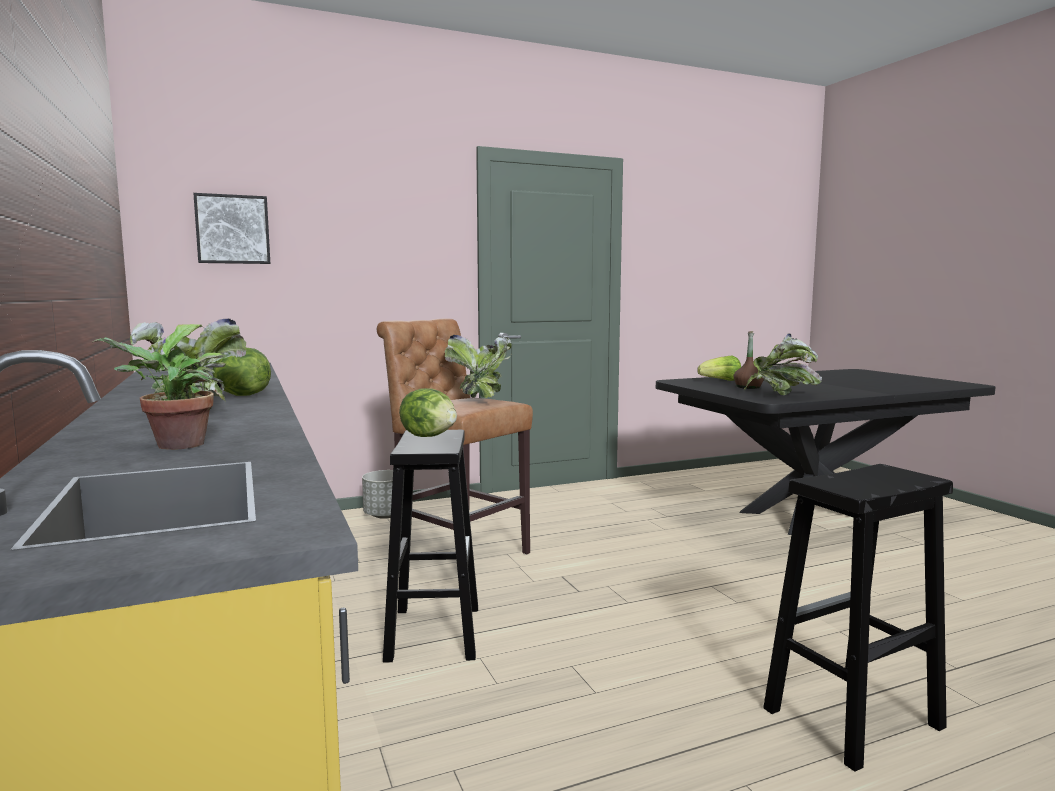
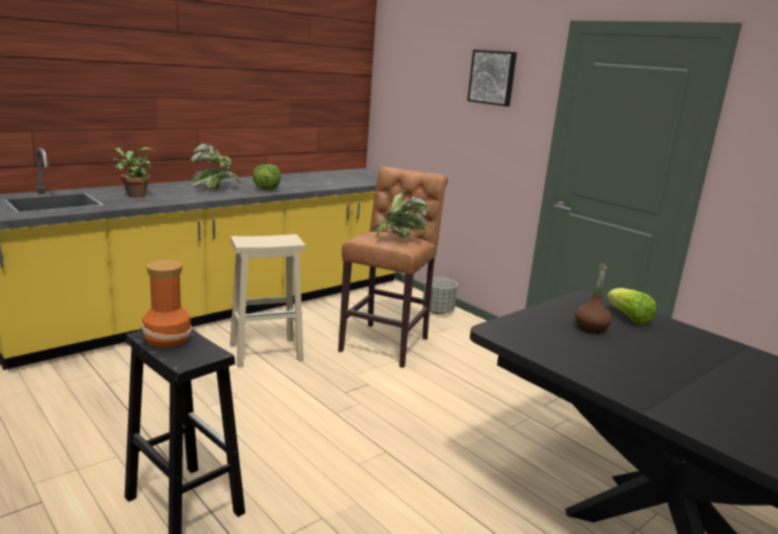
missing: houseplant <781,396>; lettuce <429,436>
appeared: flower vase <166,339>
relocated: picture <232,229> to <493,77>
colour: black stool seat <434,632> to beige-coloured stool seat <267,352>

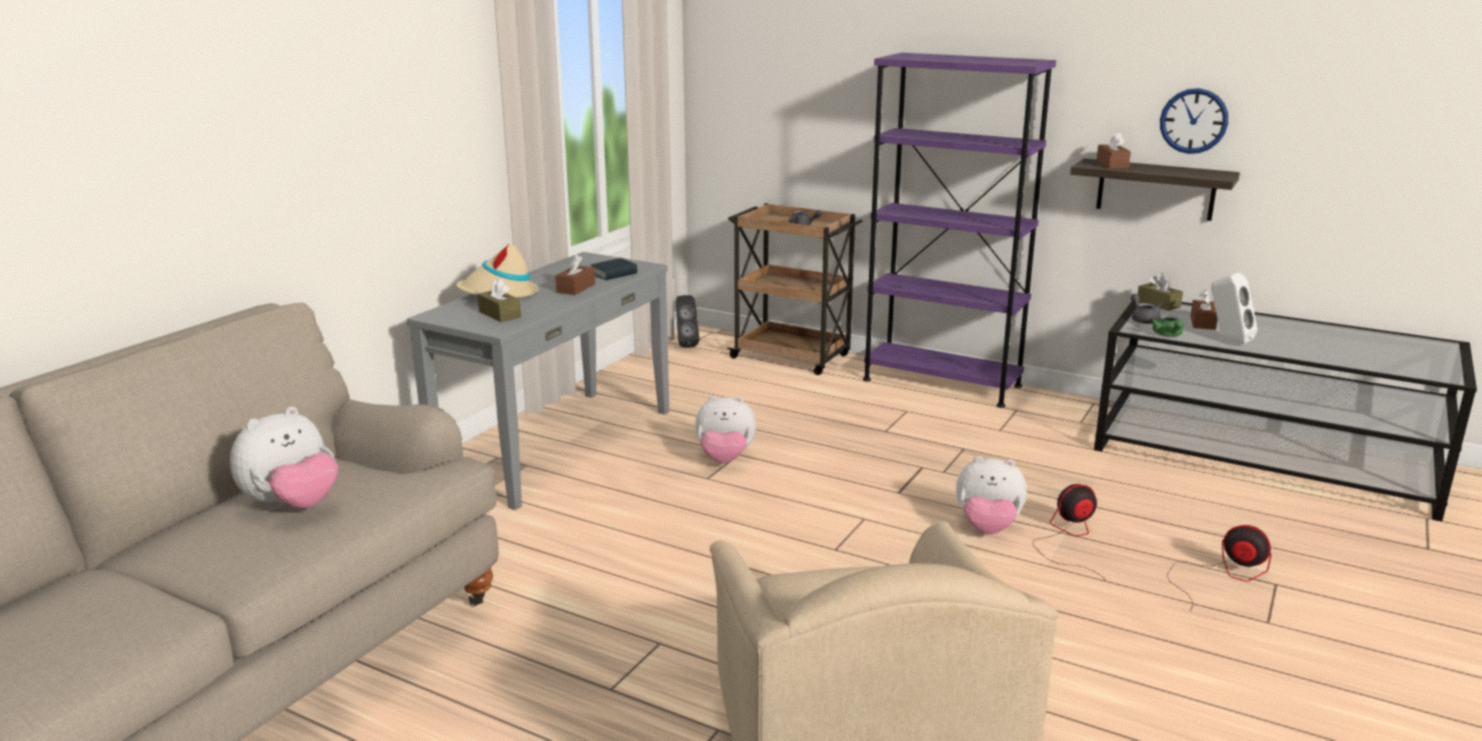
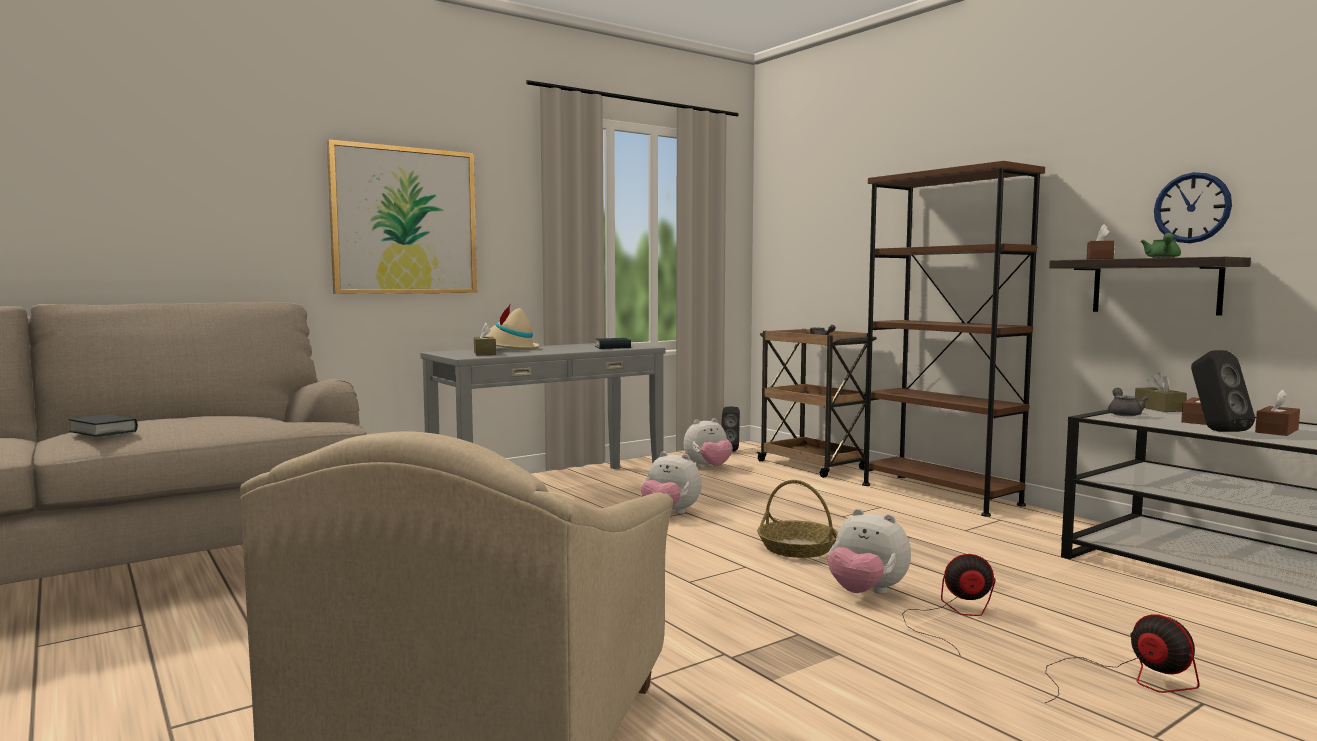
appeared: picture <405,221>; bound book <103,432>; basket <798,548>
relocated: brown-coloured tissue holder <576,288> to <1276,431>; greenish teapot <1168,335> to <1162,257>; soft toy <292,506> to <708,468>
colour: purplish bookshelf <941,383> to brown-coloured bookshelf <939,494>; white speaker <1227,340> to black speaker <1216,431>

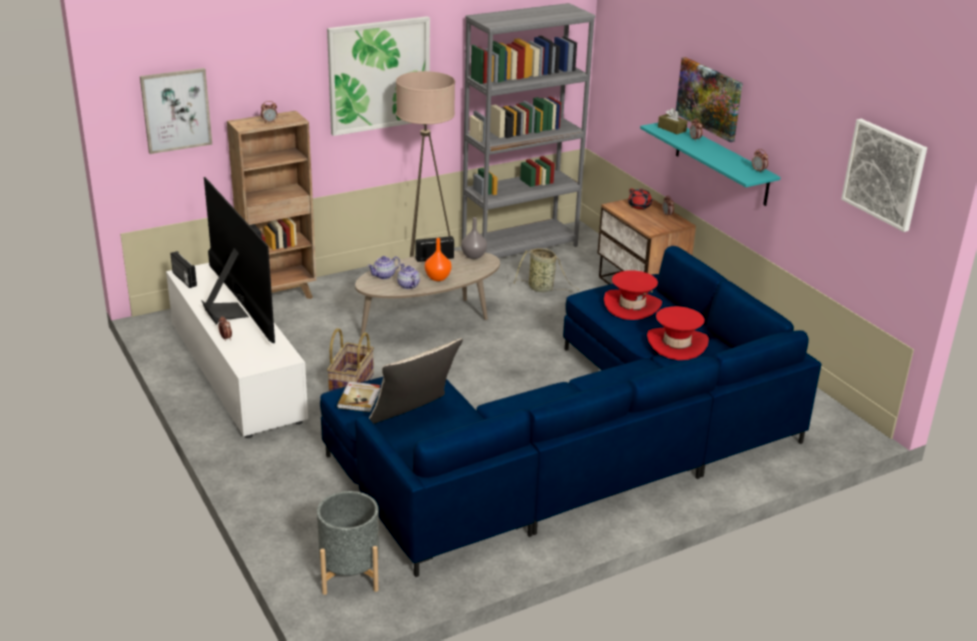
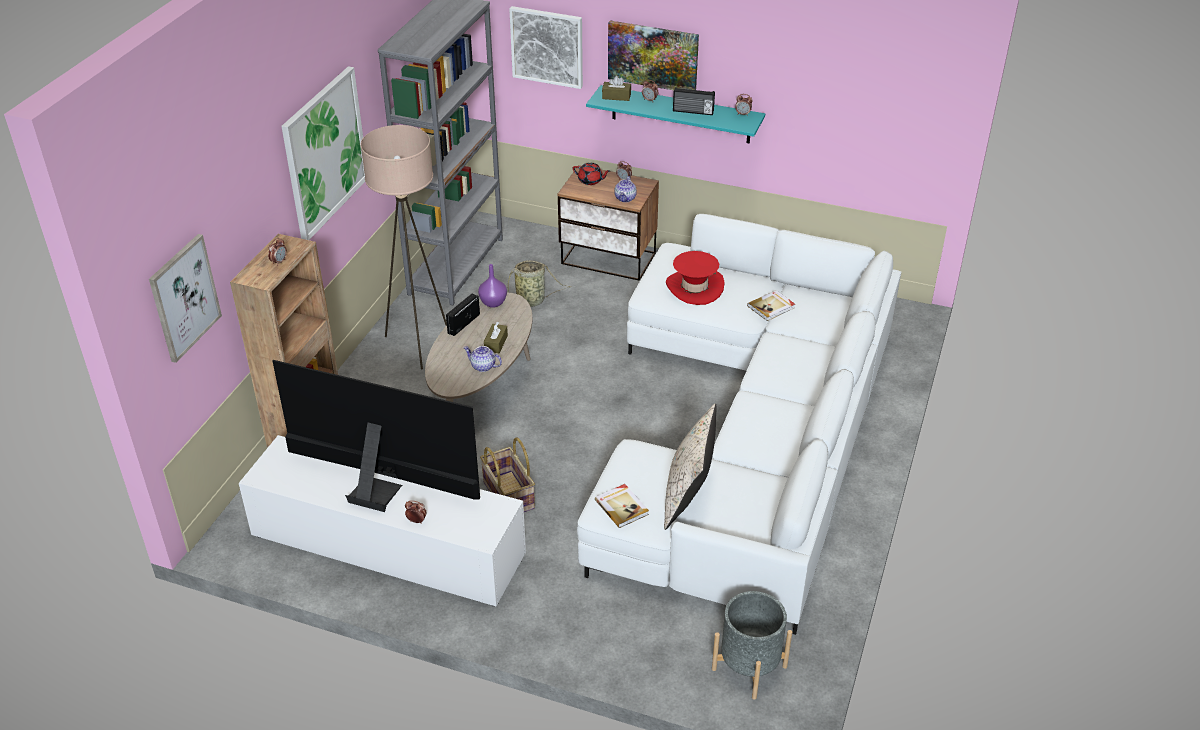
relocated: picture <884,174> to <547,46>; radio set <183,279> to <693,111>; teapot <384,276> to <625,198>
exchanged: orange-coloured flower vase <438,277> to brown-coloured tissue holder <496,343>; reddish clothing hat <676,344> to bound book <771,307>
colour: grey flower vase <473,256> to purplish flower vase <492,303>; blue couch <580,442> to white couch <750,435>

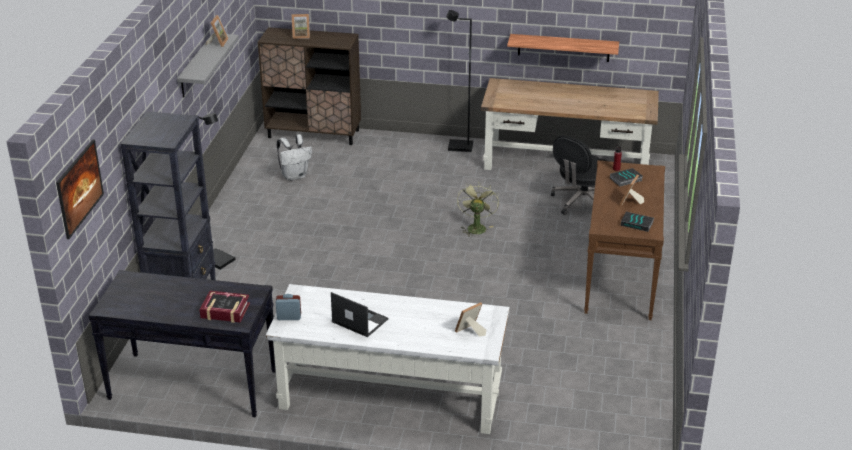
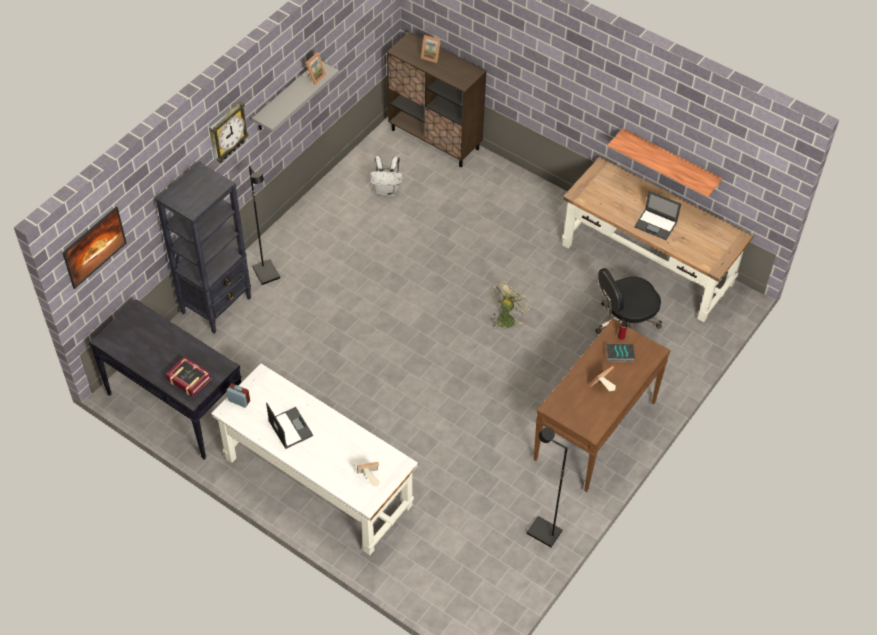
missing: bound book <637,223>
appeared: clock on the wall <227,132>; portable computer <656,224>
relocated: black standard lamp <460,147> to <543,533>

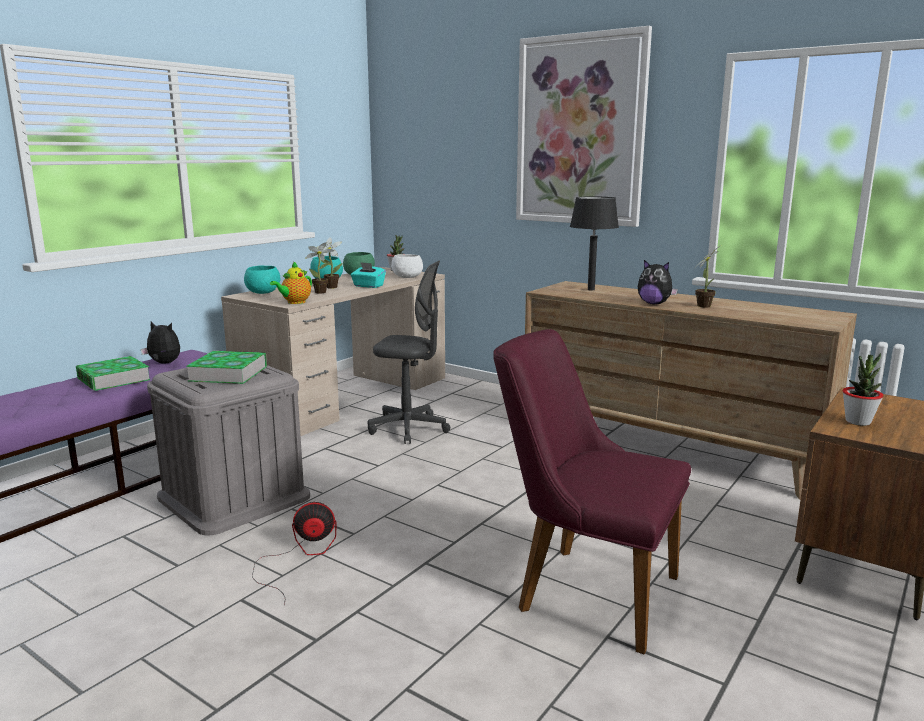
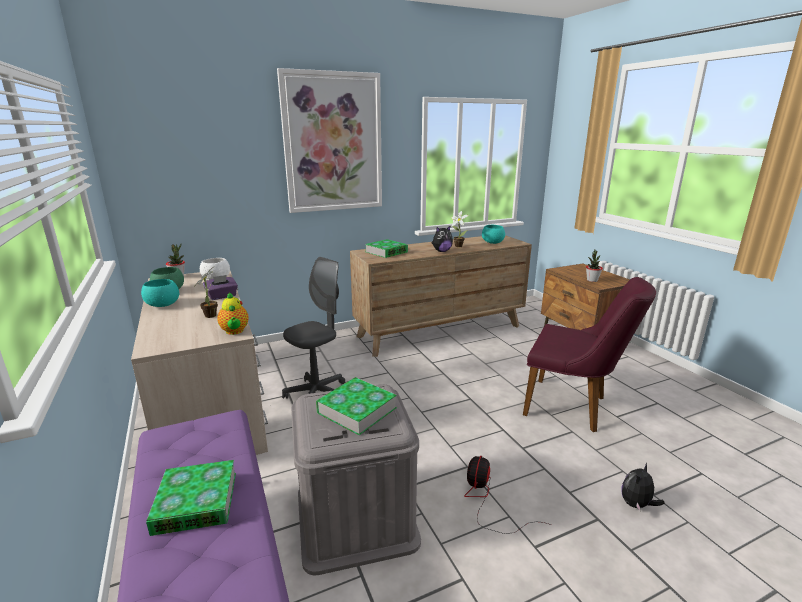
missing: houseplant <330,287>
relocated: blue-green deep dish <262,292> to <492,242>; soft toy <163,363> to <636,504>
exchanged: black lamp for a table <591,289> to bound book <386,252>
colour: blue-green tissue holder <368,286> to purplish tissue holder <222,296>
spun: purplish plain chair <584,589> = <573,407> 120 degrees counterclockwise

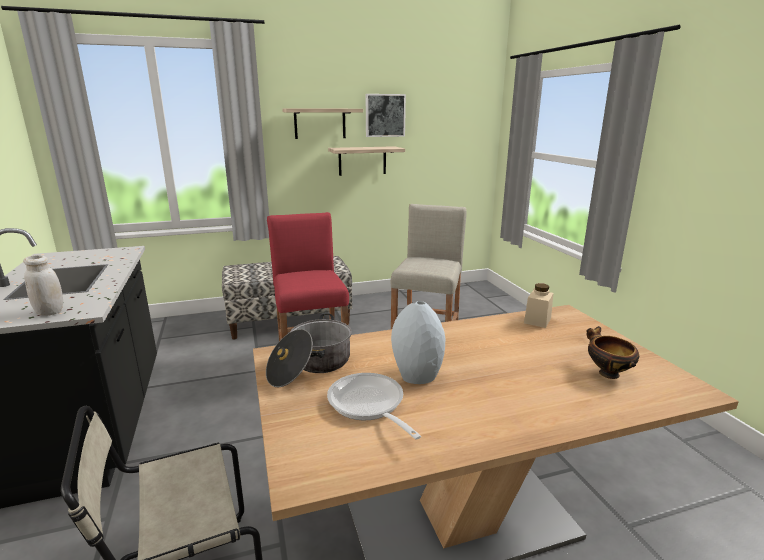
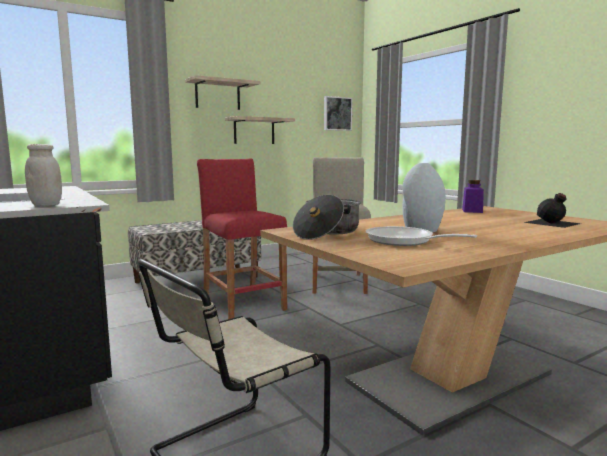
relocated: picture <384,115> to <337,113>
exchanged: deep dish <606,373> to black bottle <552,223>
colour: beige-coloured jar <537,320> to purplish jar <472,211>

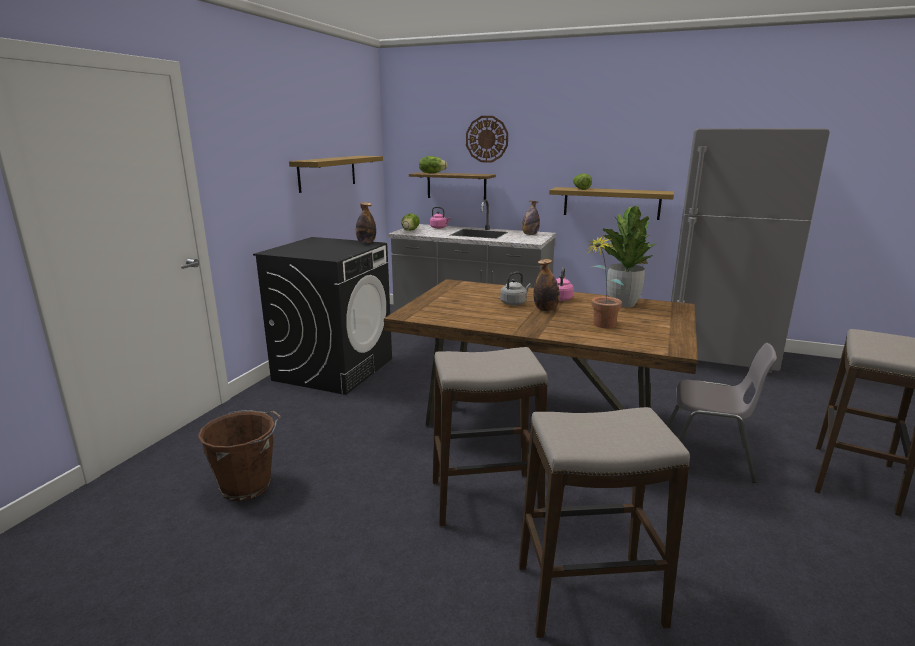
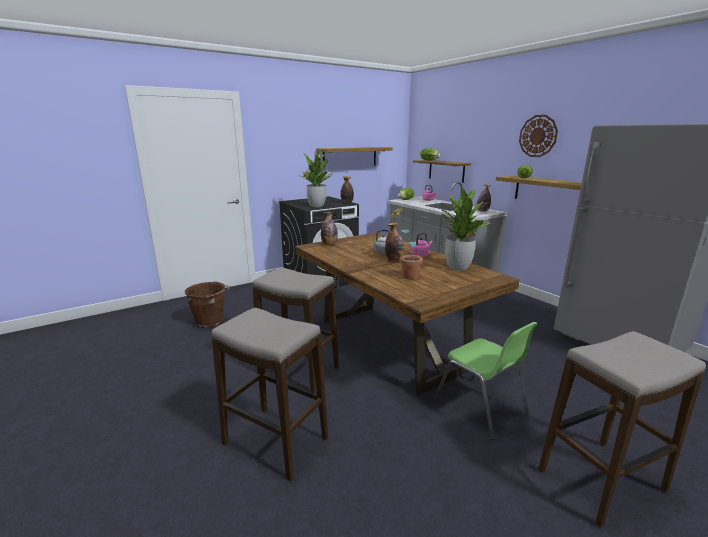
appeared: houseplant <316,206>; bottle <329,244>
relocated: clock on the wall <487,139> to <538,136>
colour: grey plain chair <707,457> to greenish plain chair <481,408>

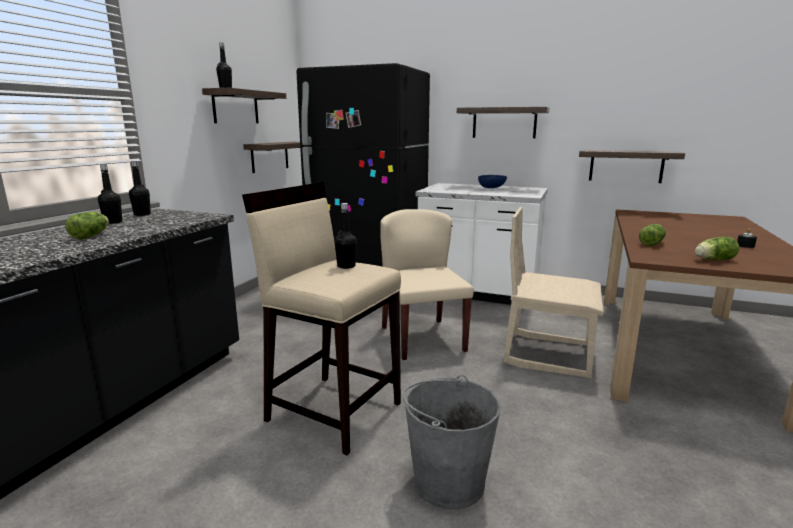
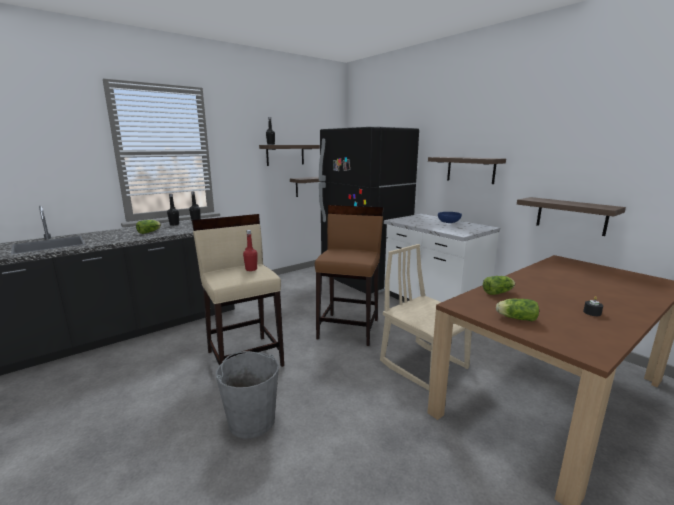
exchanged: beige-coloured plain chair <422,338> to brown-coloured stool seat <349,328>
colour: black bottle <346,266> to reddish bottle <251,269>

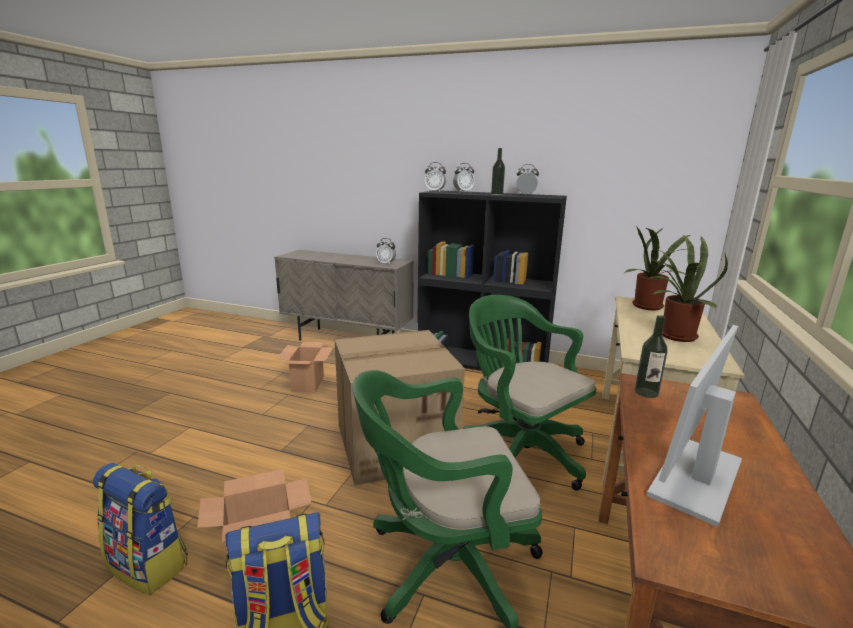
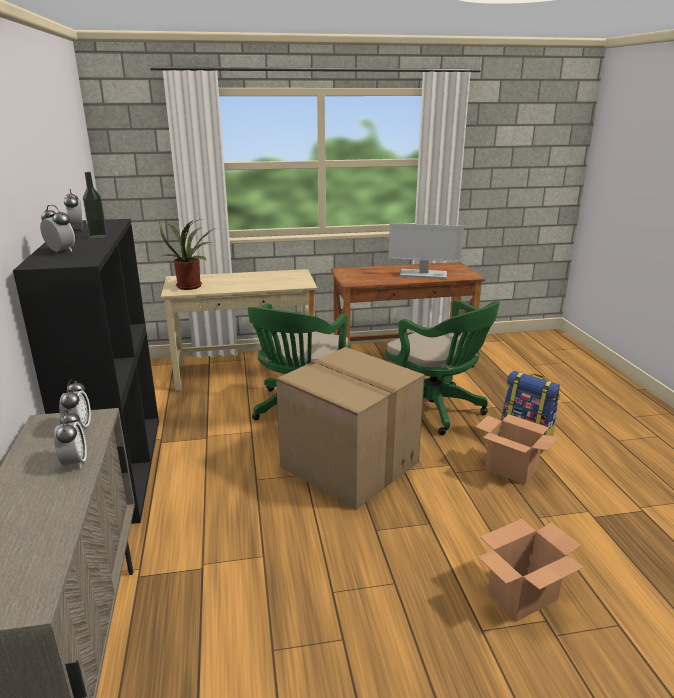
missing: houseplant <673,336>; bottle <646,392>; rucksack <149,564>
relocated: alarm clock <435,191> to <74,463>; carton <308,384> to <522,597>

